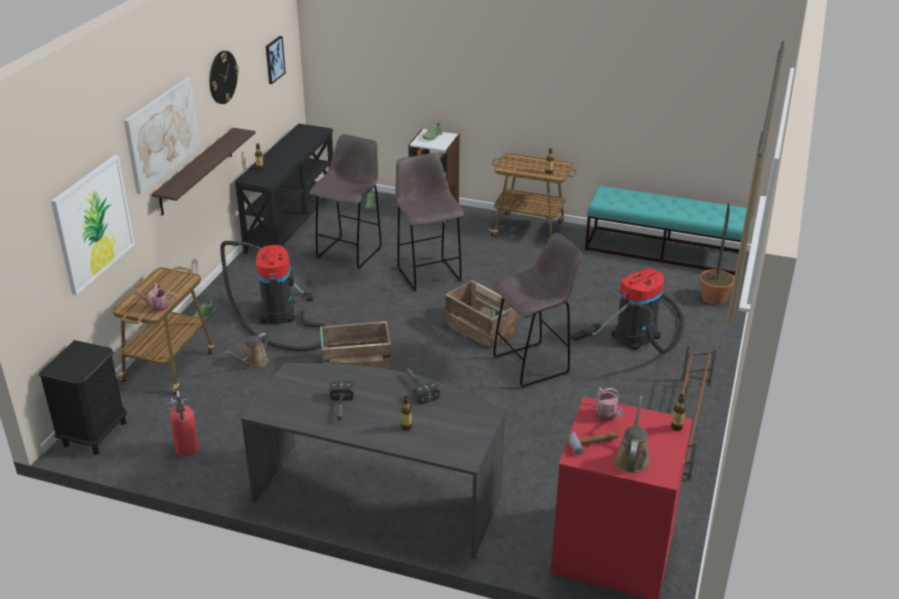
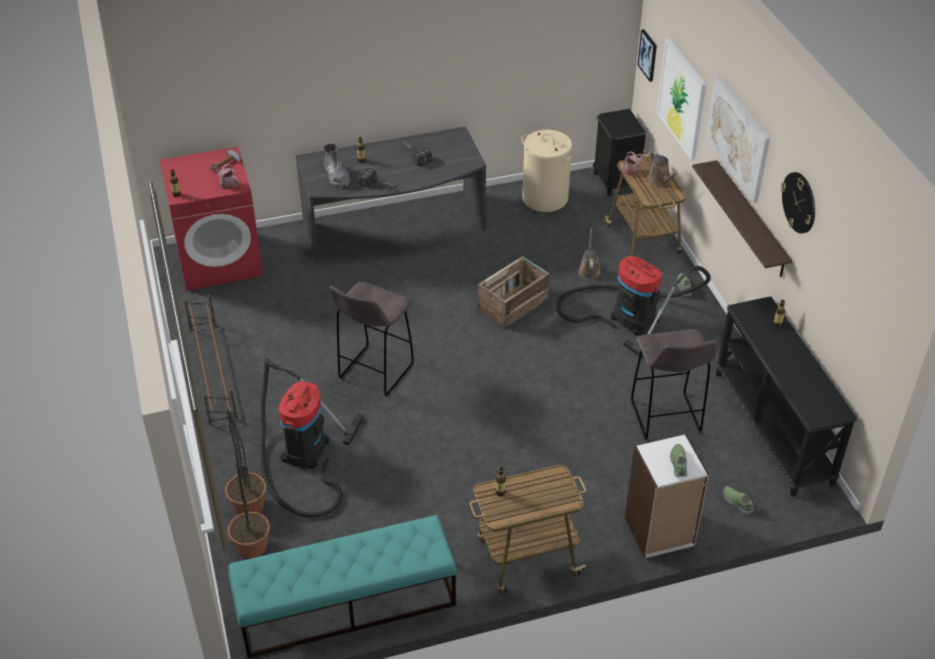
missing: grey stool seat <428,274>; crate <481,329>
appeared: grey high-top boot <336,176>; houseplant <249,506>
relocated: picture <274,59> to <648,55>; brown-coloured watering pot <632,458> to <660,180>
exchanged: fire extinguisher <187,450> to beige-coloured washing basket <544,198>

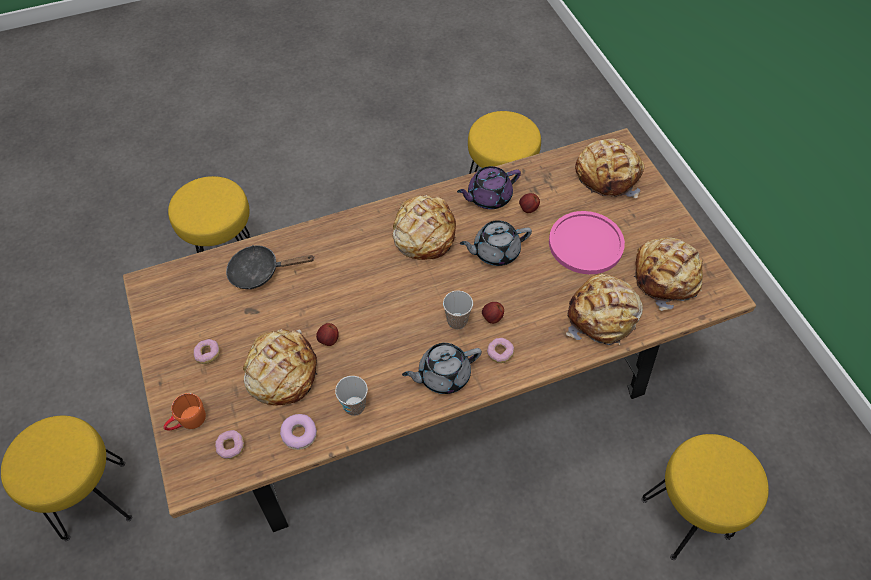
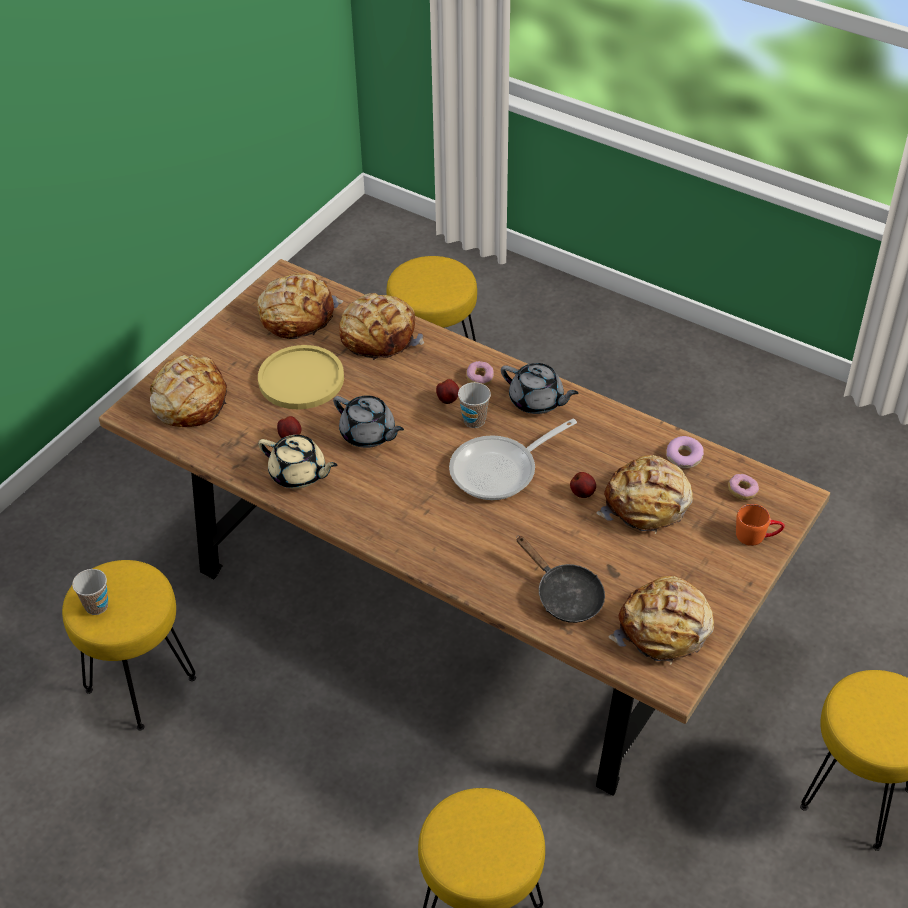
missing: donut <208,354>
appeared: pan <500,470>
relocated: bread <423,234> to <664,629>; drinking cup <354,406> to <96,606>
colour: purplish teapot <488,197> to beige-coloured teapot <299,474>; pink-coloured flat dish <585,243> to yellowish flat dish <301,379>

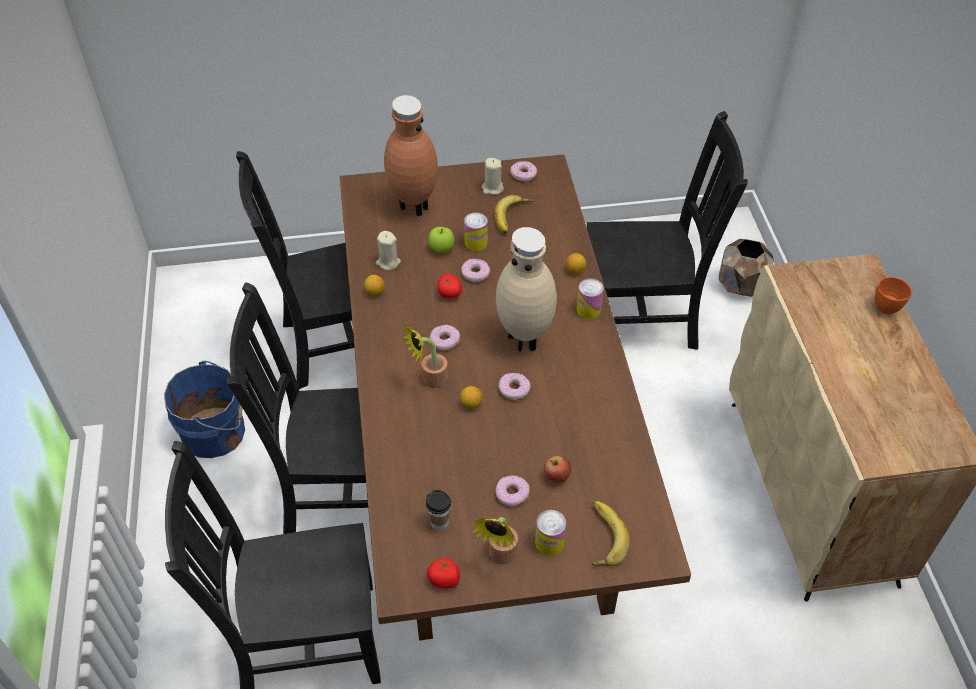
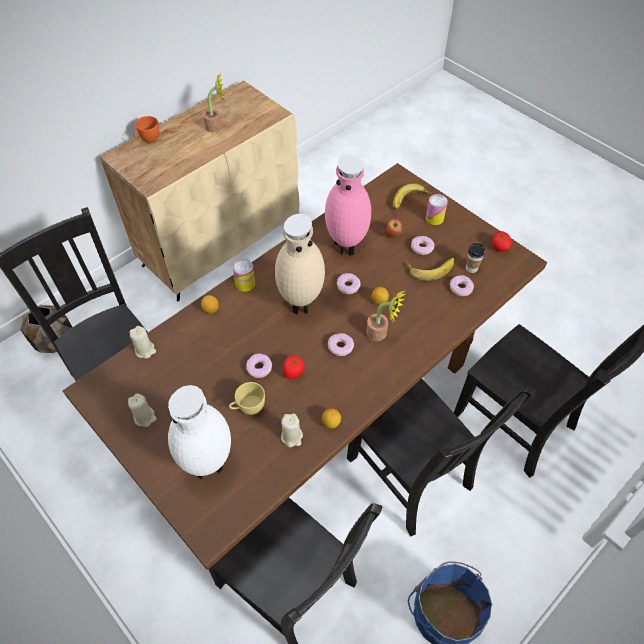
missing: sealed can <476,243>
appeared: pink-coloured flower vase <347,246>; beige-coloured wax candle <145,350>
relocated: donut <523,174> to <460,288>; banana fruit <513,217> to <430,268>; houseplant <500,556> to <217,126>
exchanged: apple <441,249> to yellowish drinking cup <248,408>
colour: brown-coloured flower vase <412,206> to white flower vase <209,465>

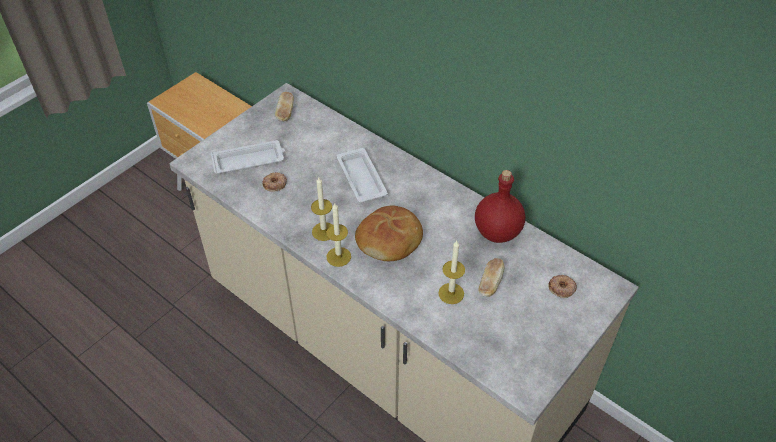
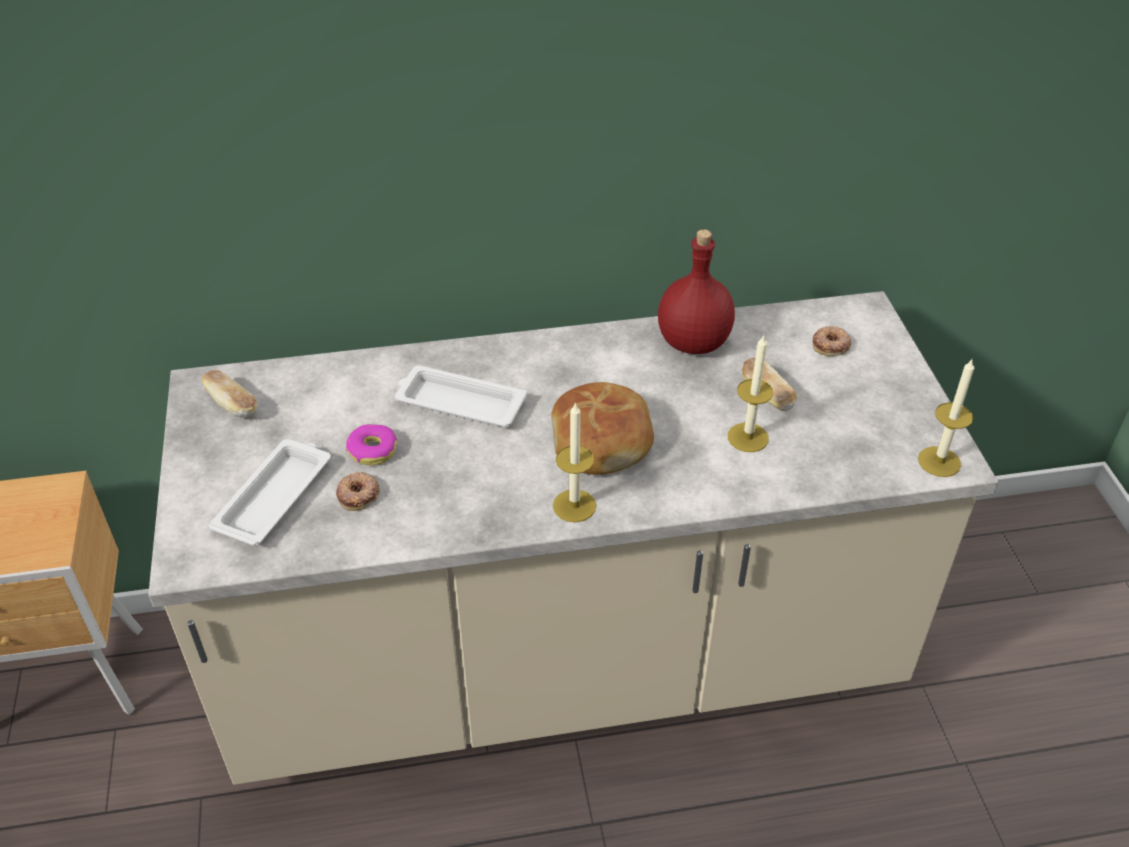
appeared: donut <372,450>
relocated: wax candle <324,231> to <939,461>

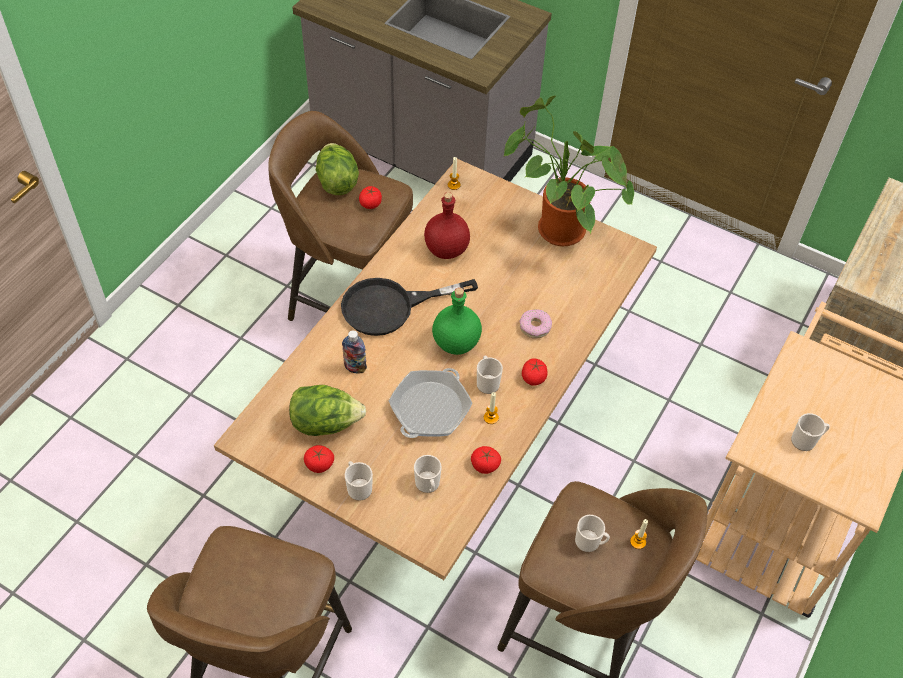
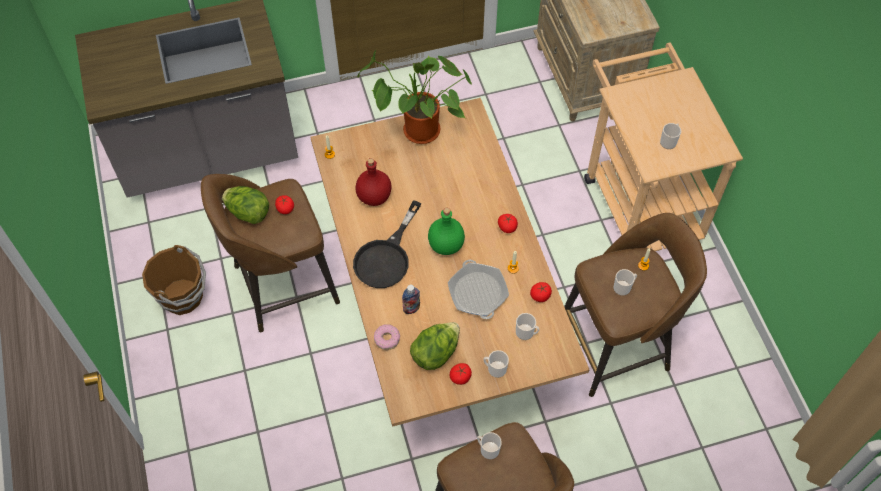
appeared: brown-coloured pail <183,296>
relocated: donut <535,327> to <387,339>; tea mug <487,382> to <487,449>

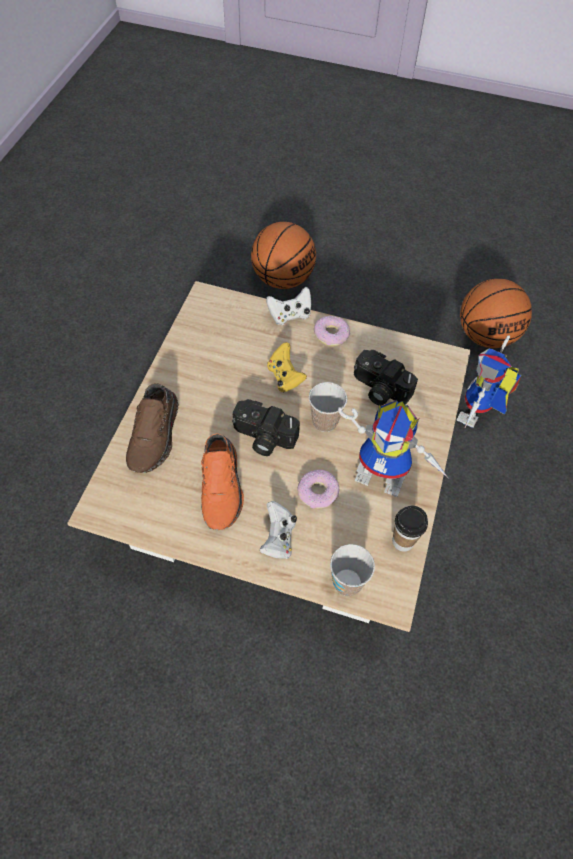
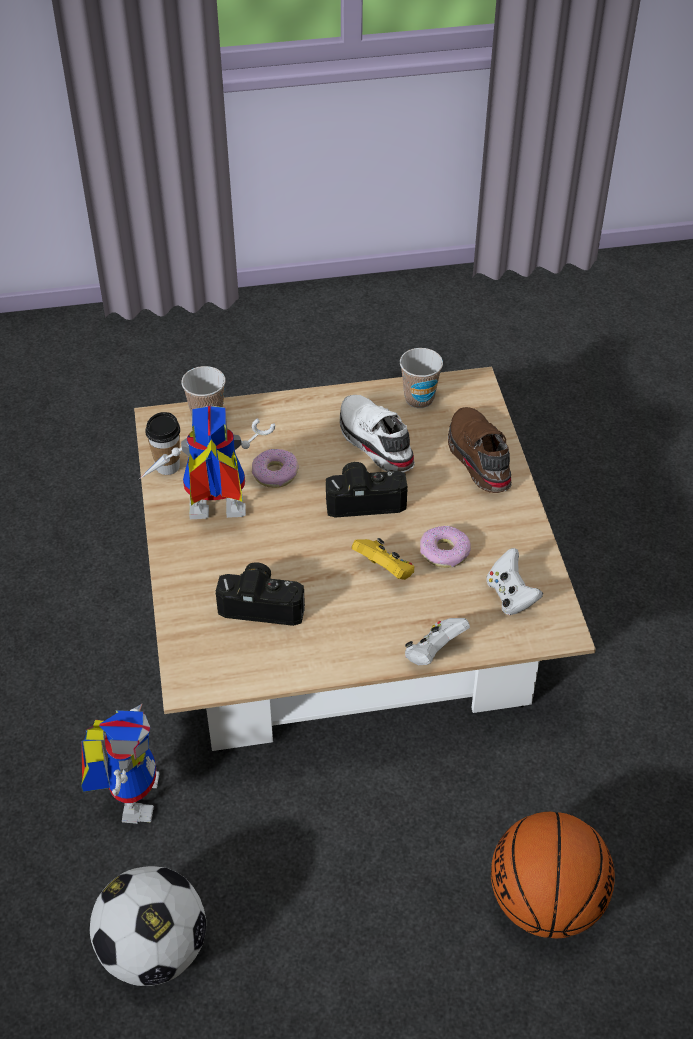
relocated: donut <331,334> to <444,552>; drinking cup <324,421> to <419,399>; white game controller <278,538> to <510,596>
exchanged: basketball ball <486,336> to ball for football <154,950>
colour: orange-coloured item of footwear <222,487> to white item of footwear <373,442>

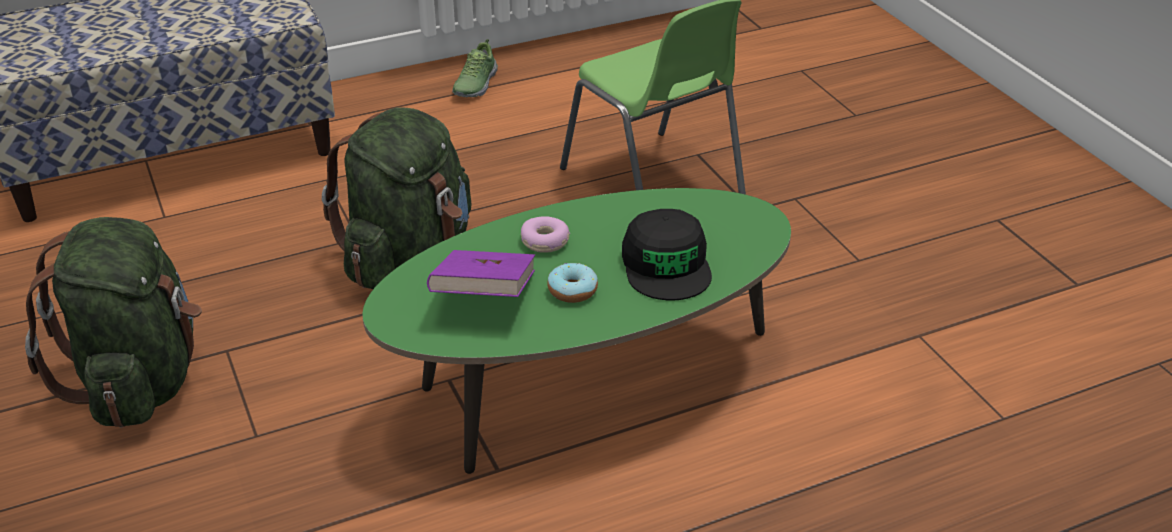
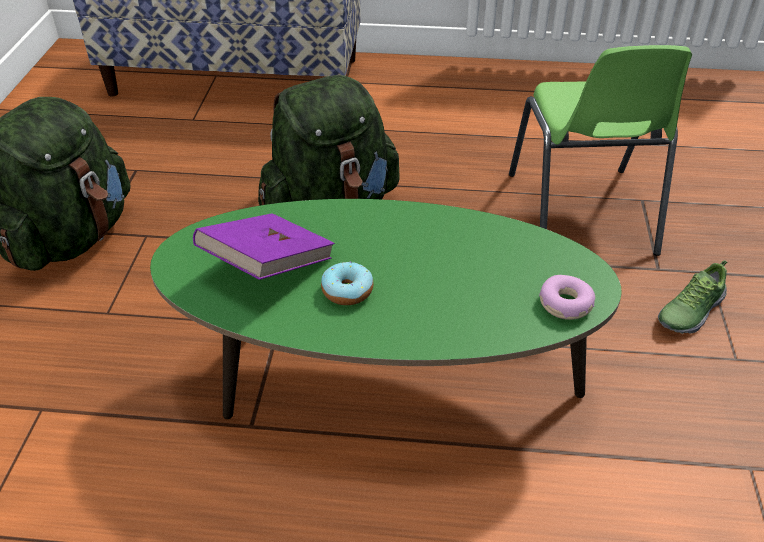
missing: black cap <666,265>
relocated: item of footwear <475,84> to <689,311>; donut <545,242> to <565,304>

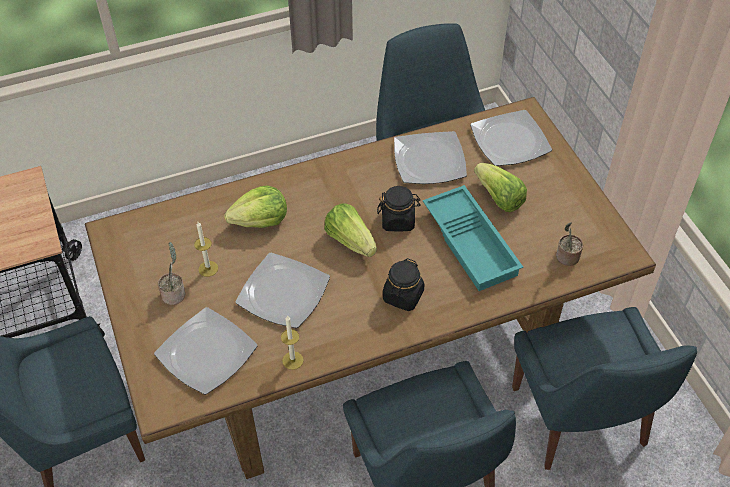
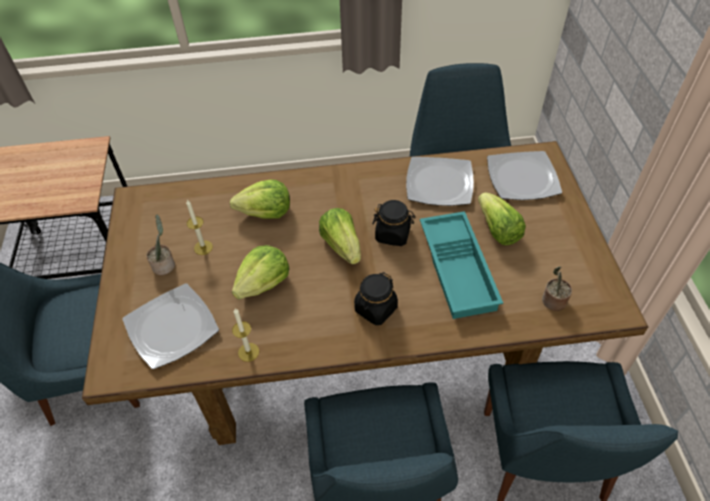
exchanged: flat dish <284,292> to lettuce <264,283>

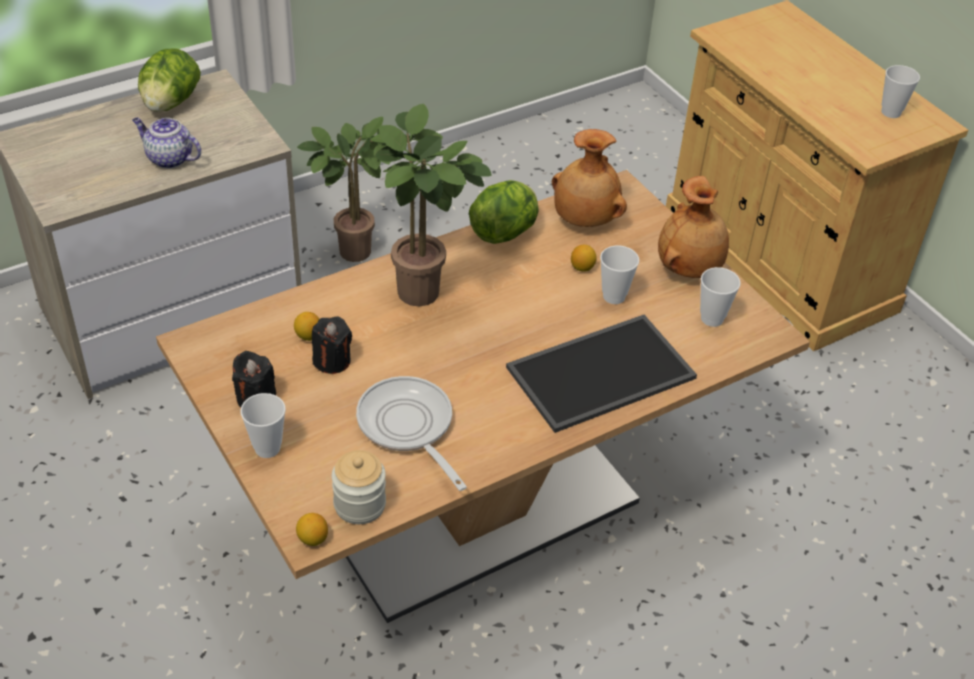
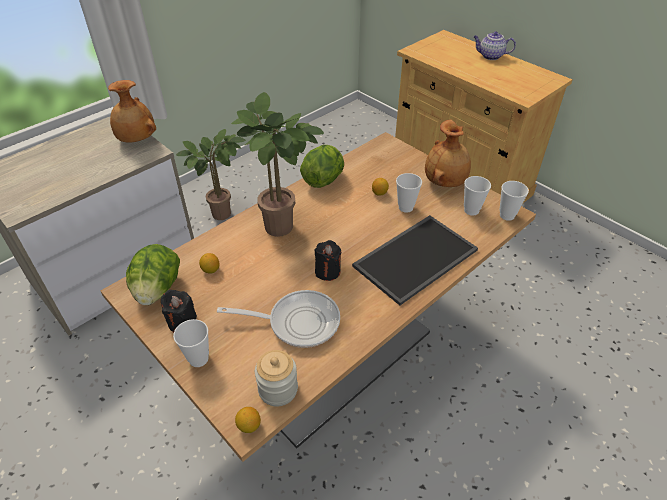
relocated: lettuce <170,103> to <157,290>; drinking cup <891,112> to <507,215>; teapot <168,158> to <490,56>; brown-coloured flower vase <584,219> to <136,140>; black wax candle <332,361> to <327,271>
spun: pan <408,427> = <298,322> 135 degrees clockwise

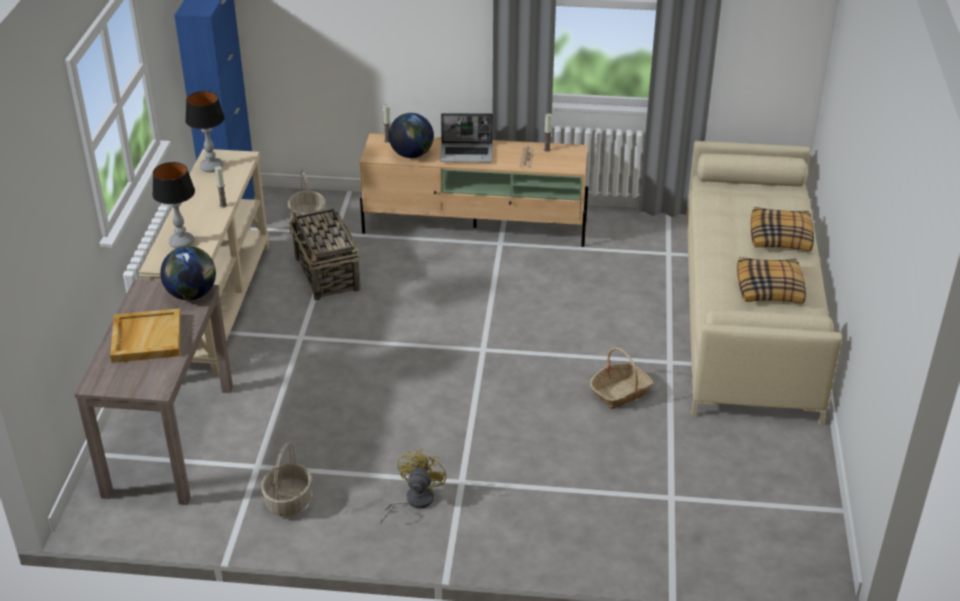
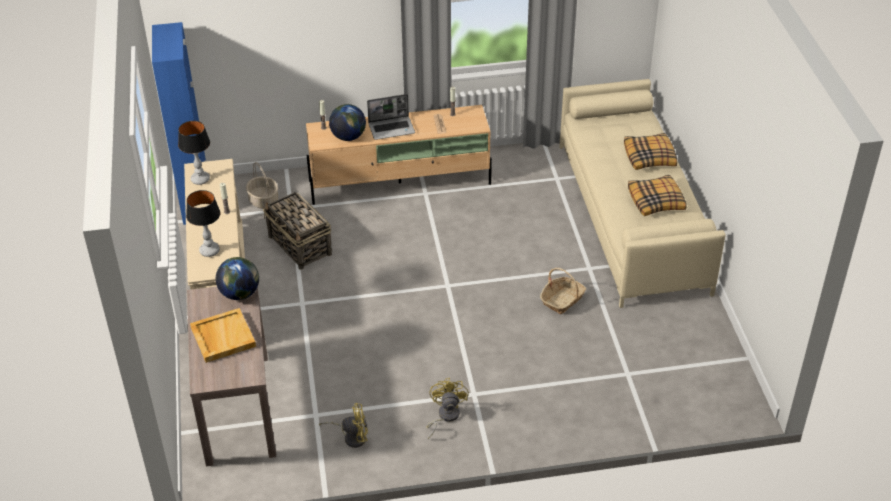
exchanged: basket <288,501> to yellowish electric fan <351,437>

